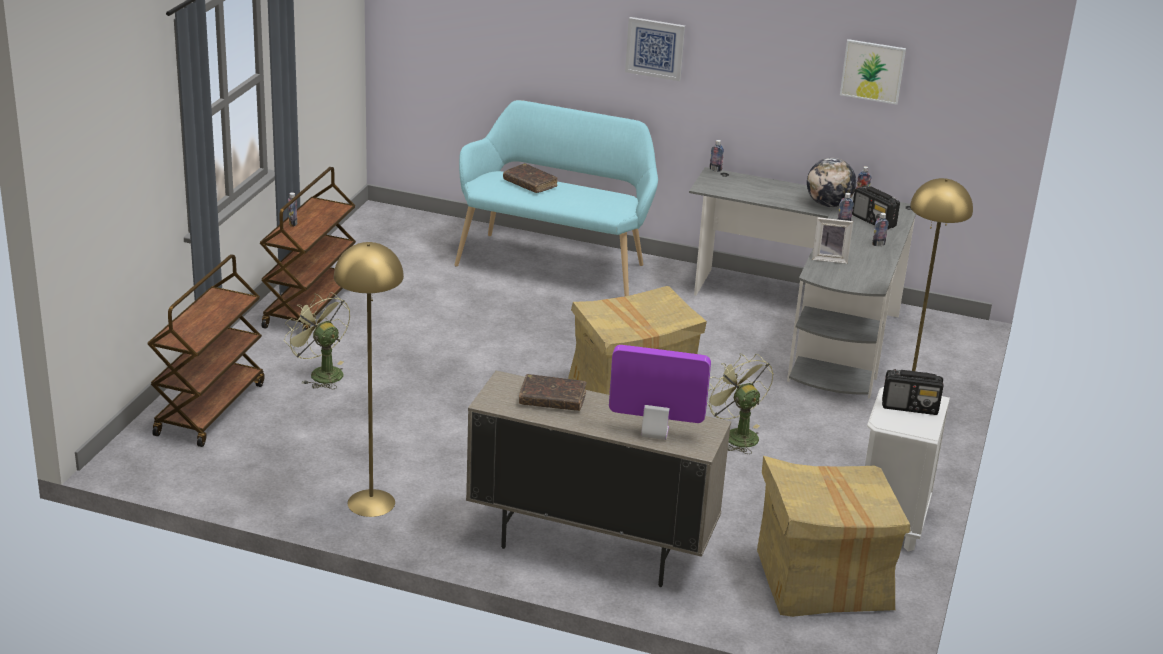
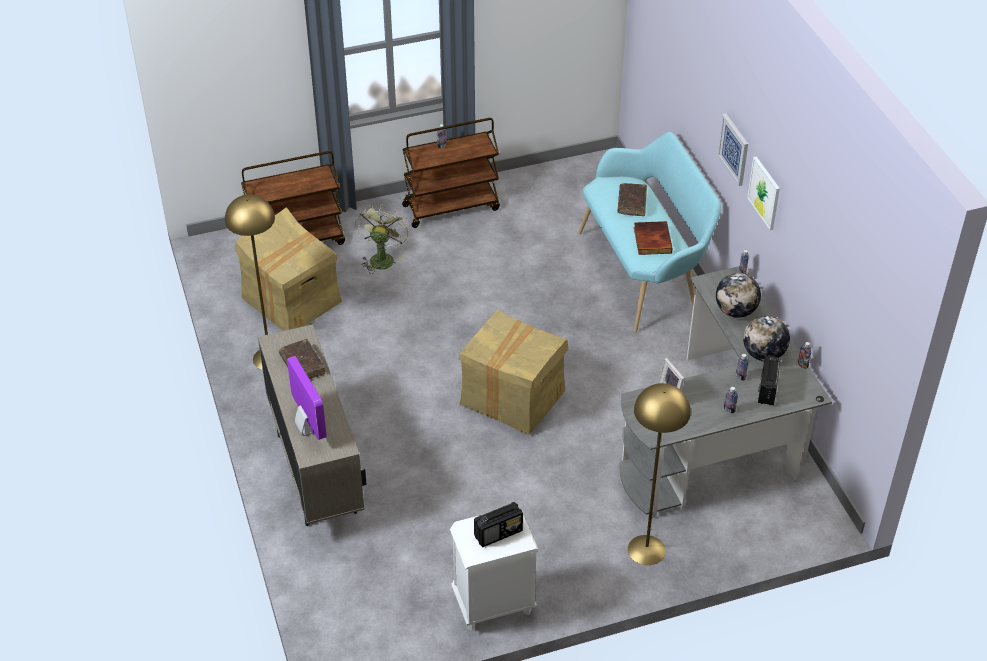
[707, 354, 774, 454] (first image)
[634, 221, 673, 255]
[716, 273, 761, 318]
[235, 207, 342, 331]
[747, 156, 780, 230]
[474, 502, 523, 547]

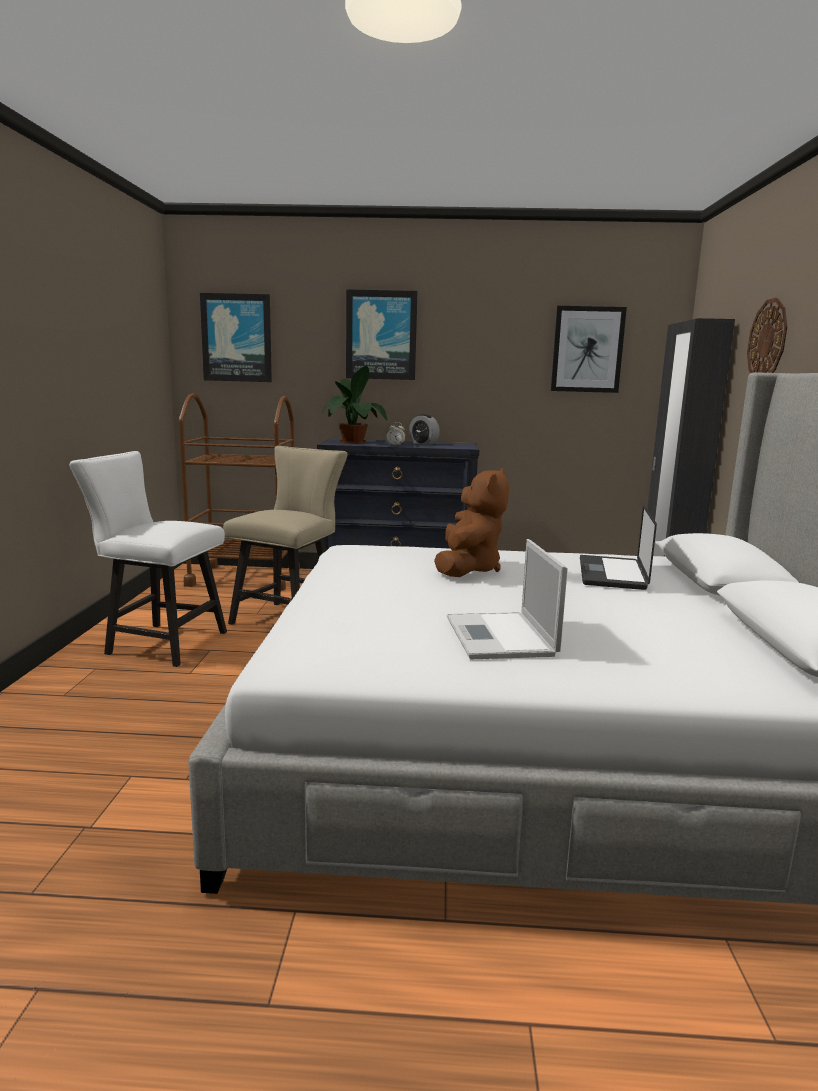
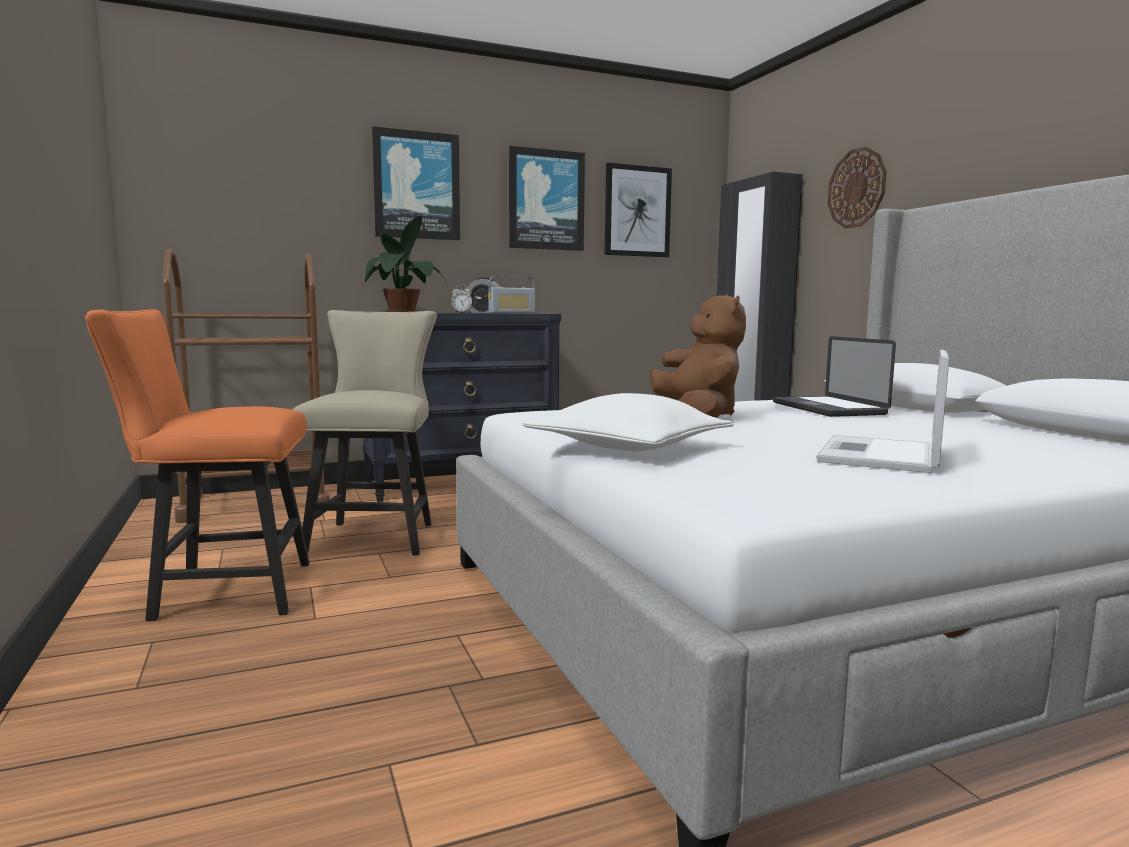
[488, 276, 535, 313]
[522, 393, 734, 451]
[509, 146, 585, 251]
[85, 309, 310, 621]
[816, 350, 949, 473]

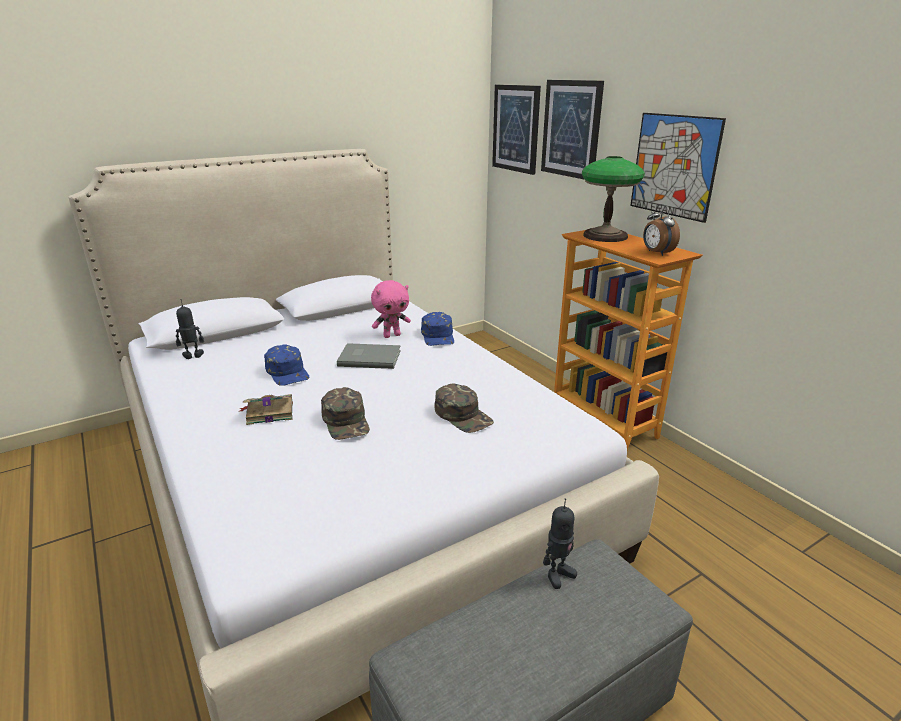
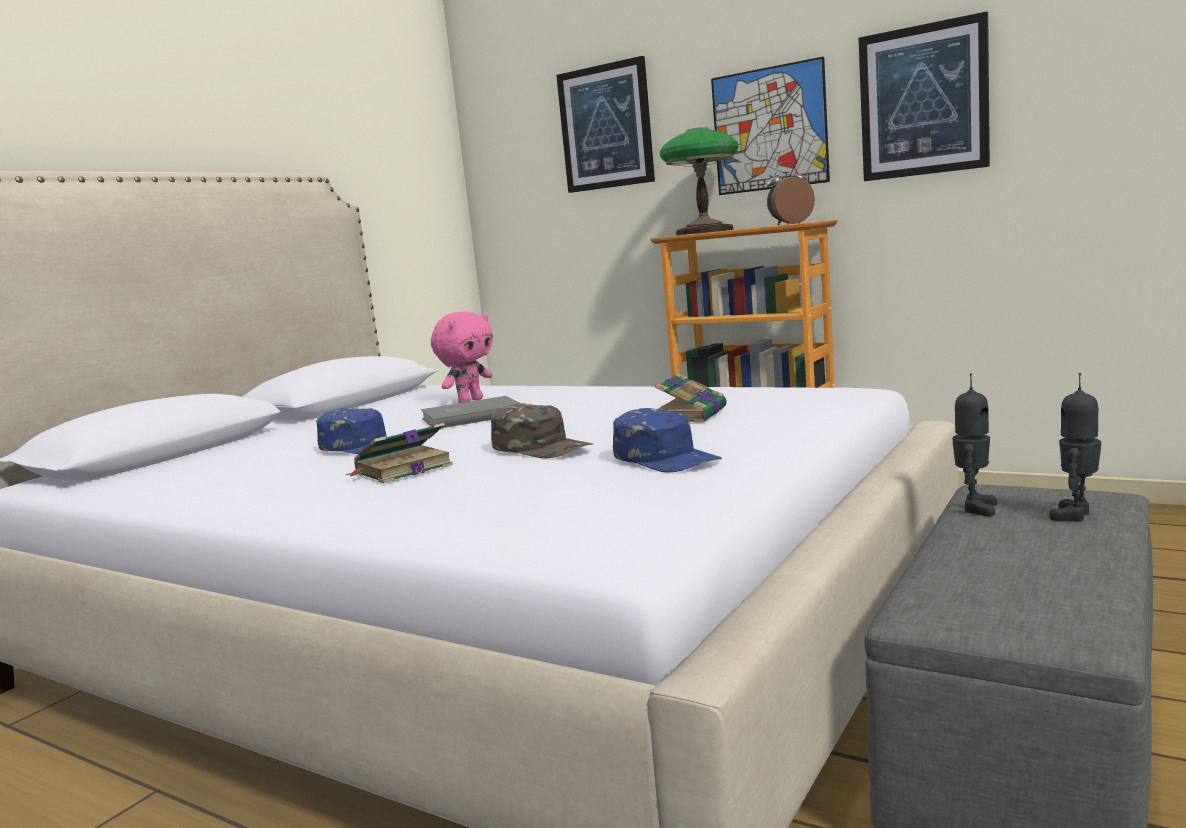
[1049, 373, 1101, 521]
[613, 408, 722, 473]
[858, 11, 990, 181]
[655, 373, 727, 422]
[767, 161, 815, 225]

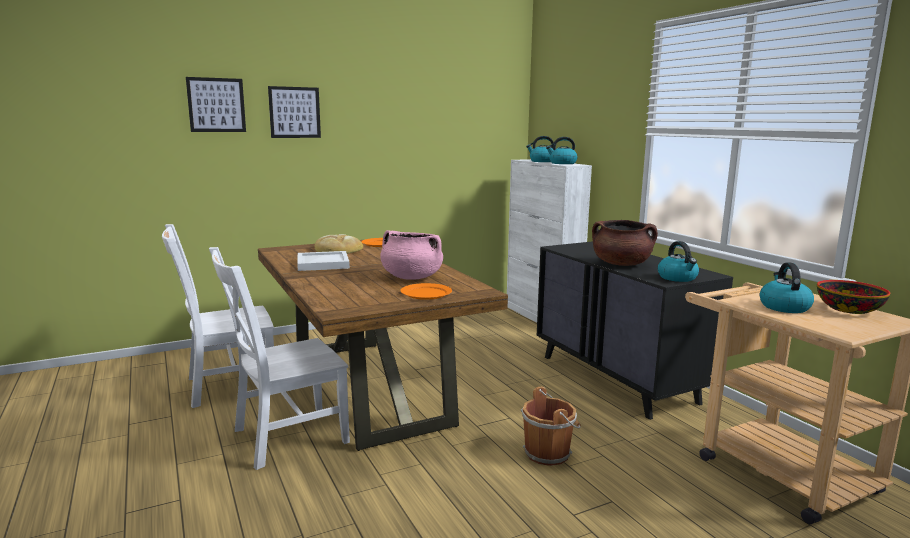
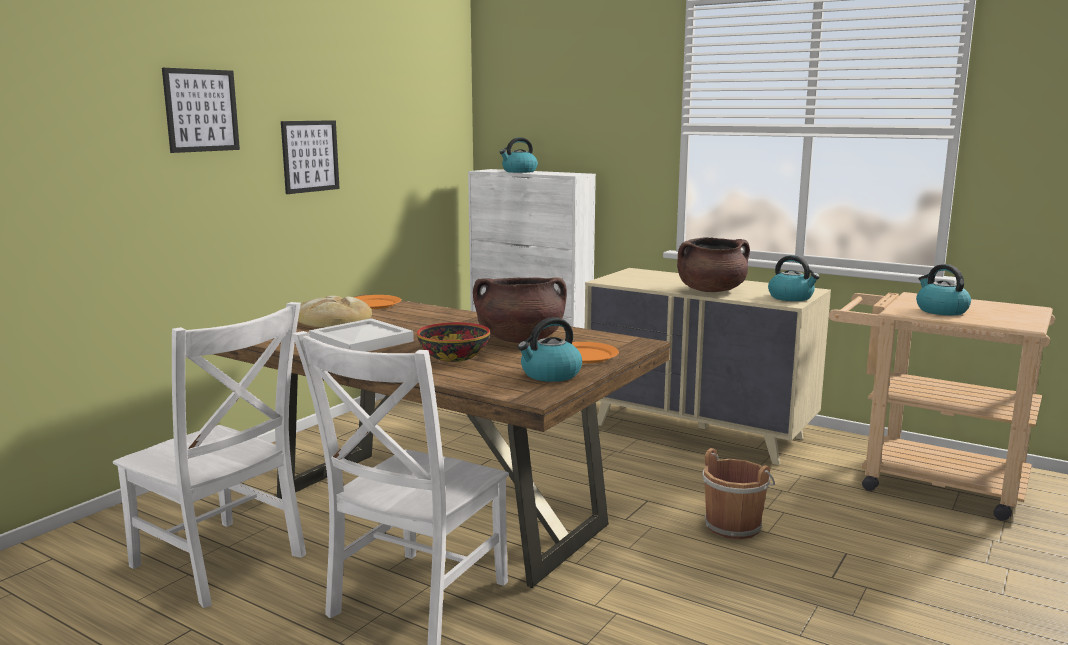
[281, 120, 340, 194]
[517, 317, 582, 382]
[417, 322, 490, 362]
[473, 277, 567, 343]
[585, 268, 831, 465]
[113, 302, 306, 608]

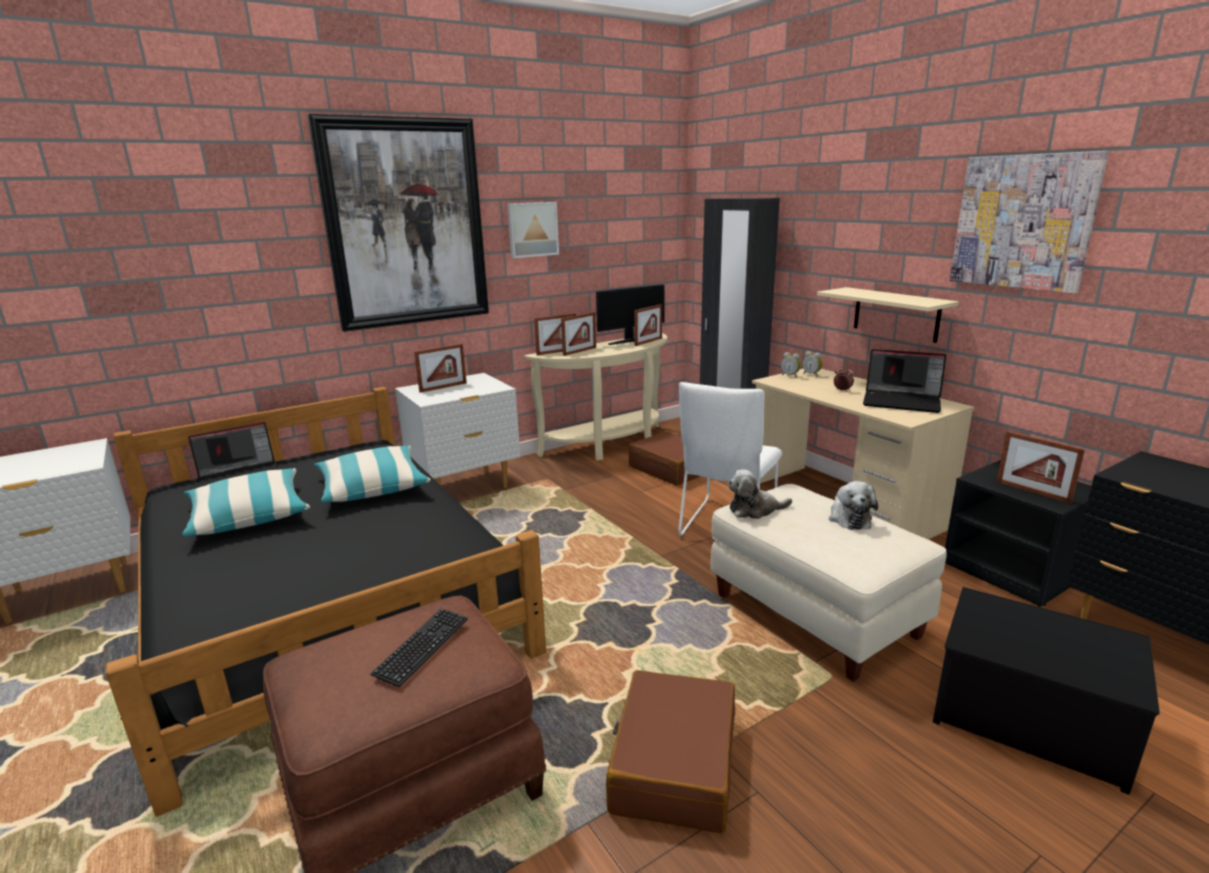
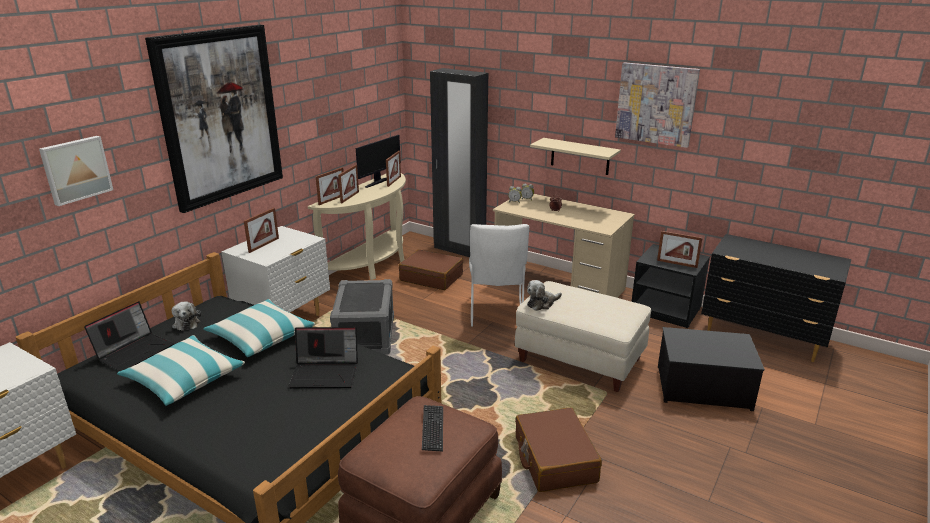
[330, 279, 394, 355]
[39, 136, 113, 206]
[172, 302, 201, 331]
[288, 327, 358, 388]

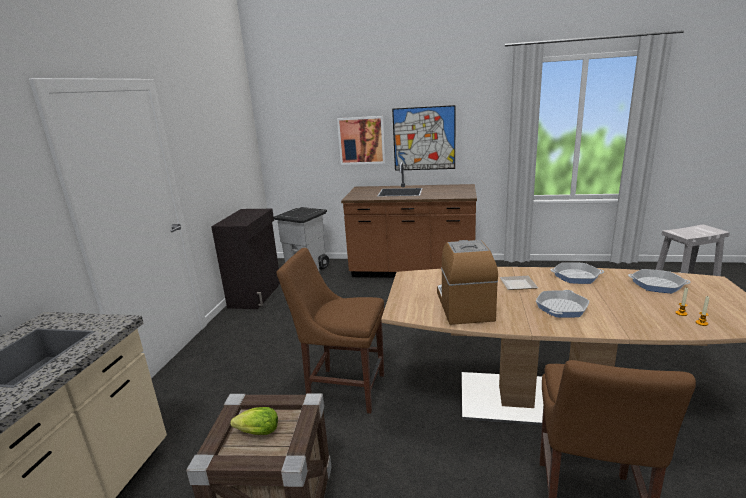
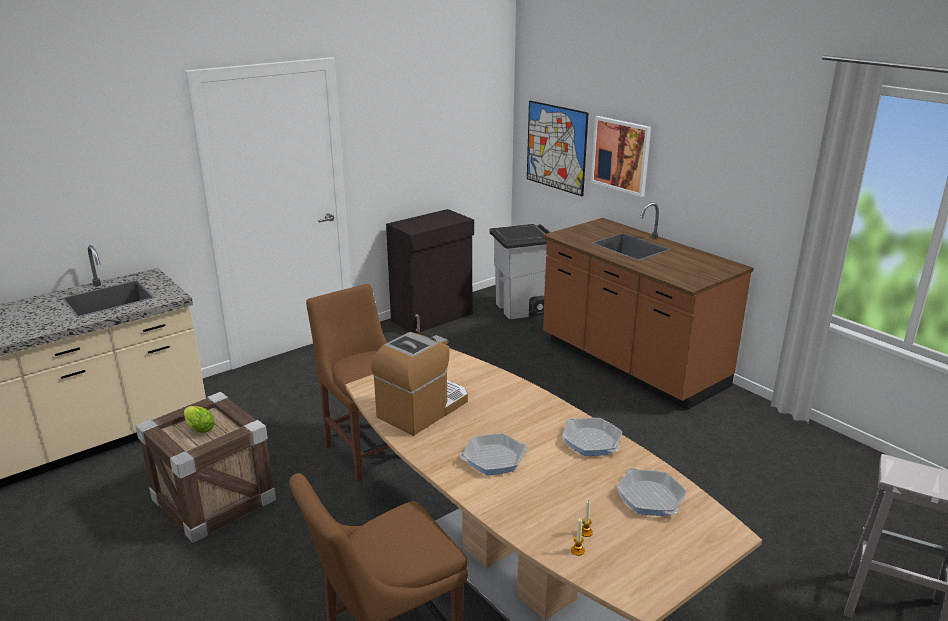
[500, 276, 538, 290] (first image)
[527, 101, 589, 197]

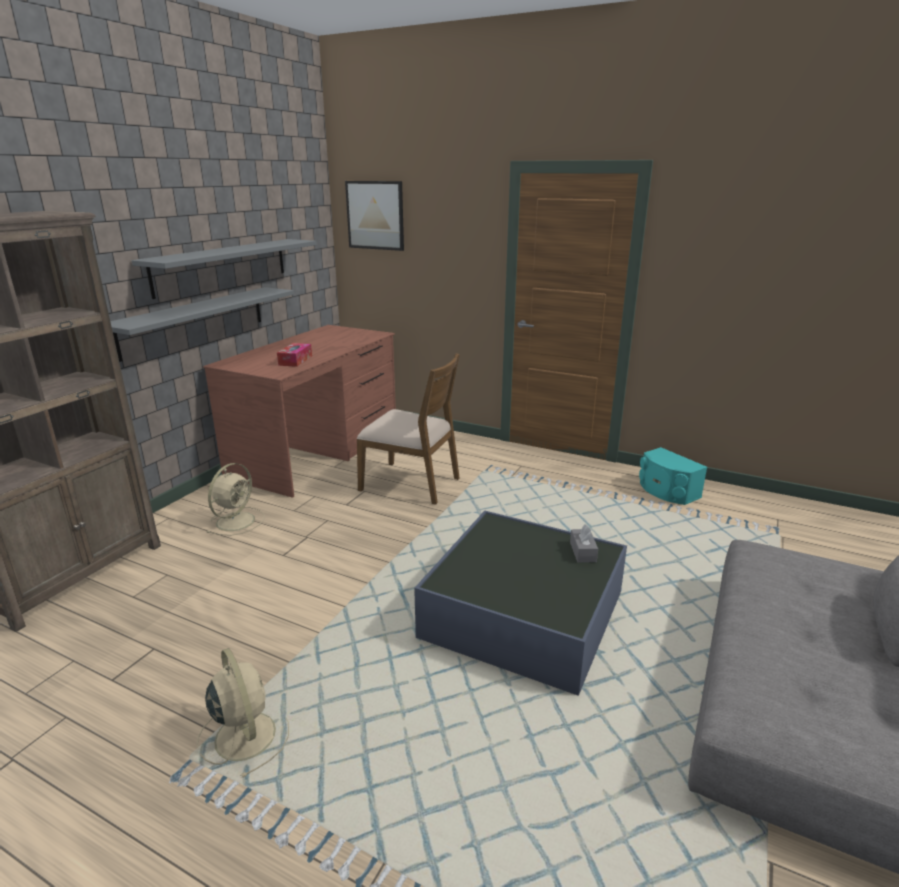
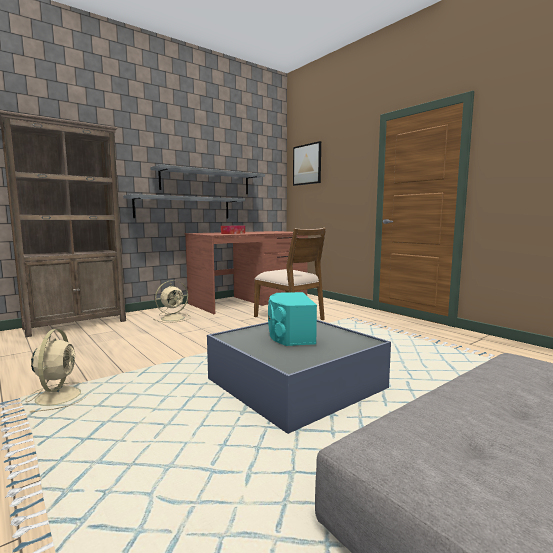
[570, 524, 598, 562] (first image)
[268, 292, 317, 346]

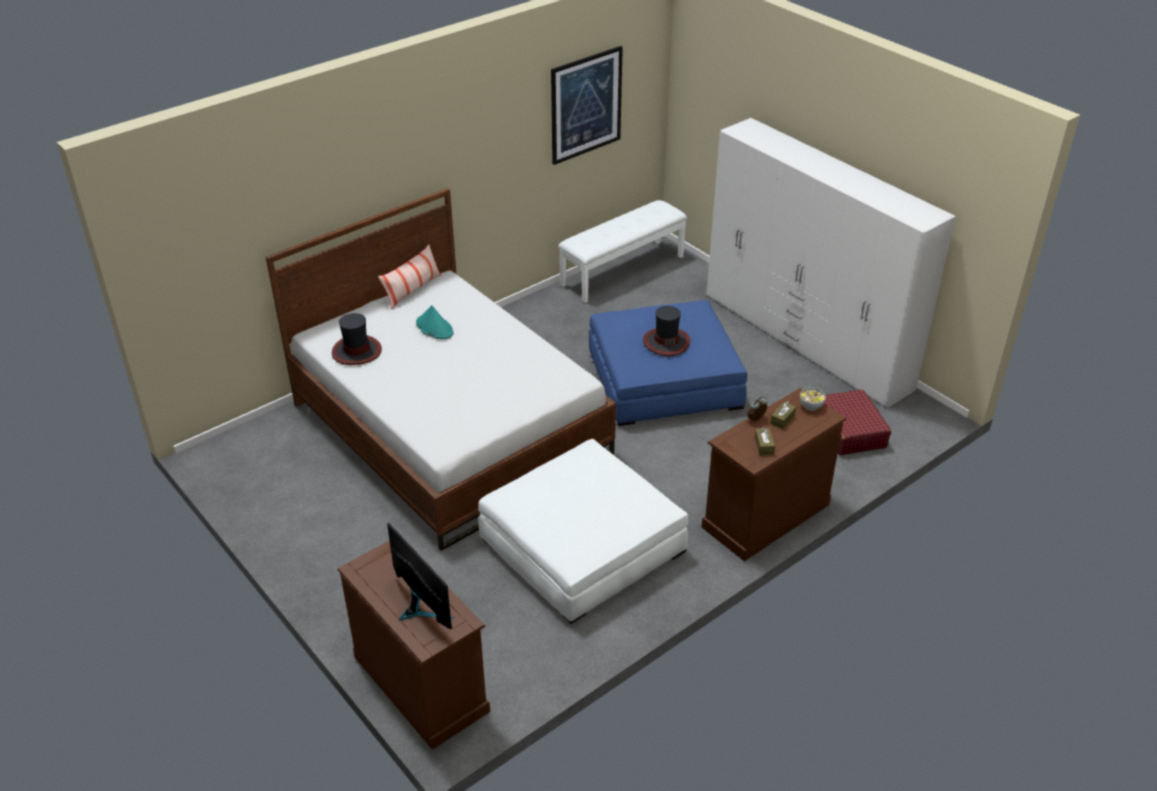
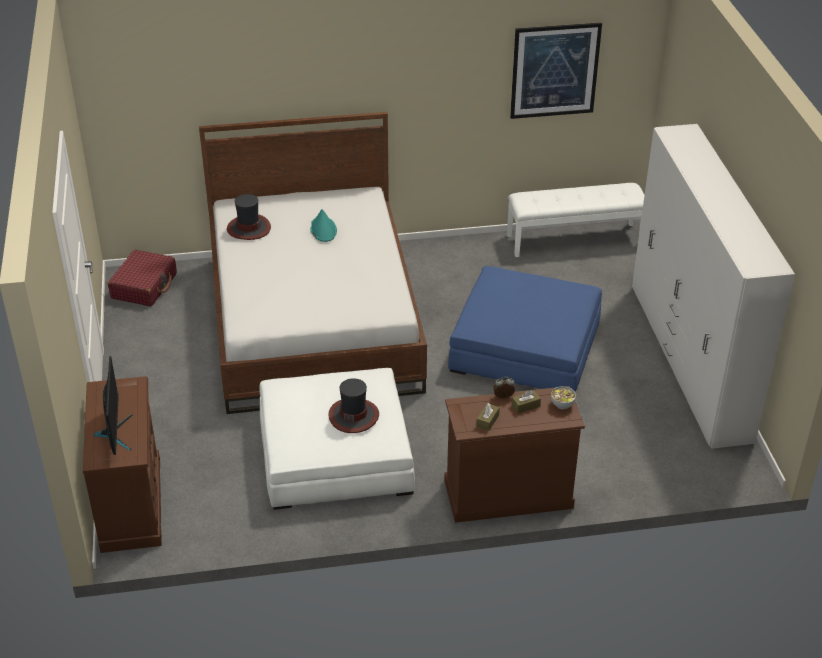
[378, 244, 441, 310] (first image)
[328, 378, 379, 433]
[108, 250, 177, 307]

